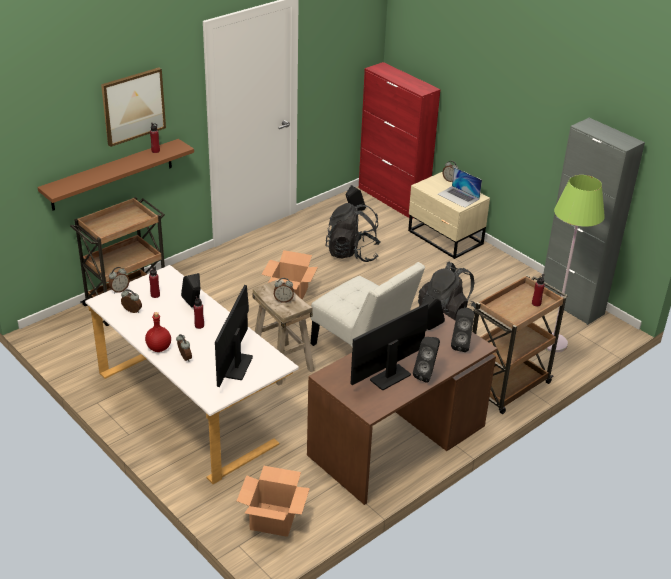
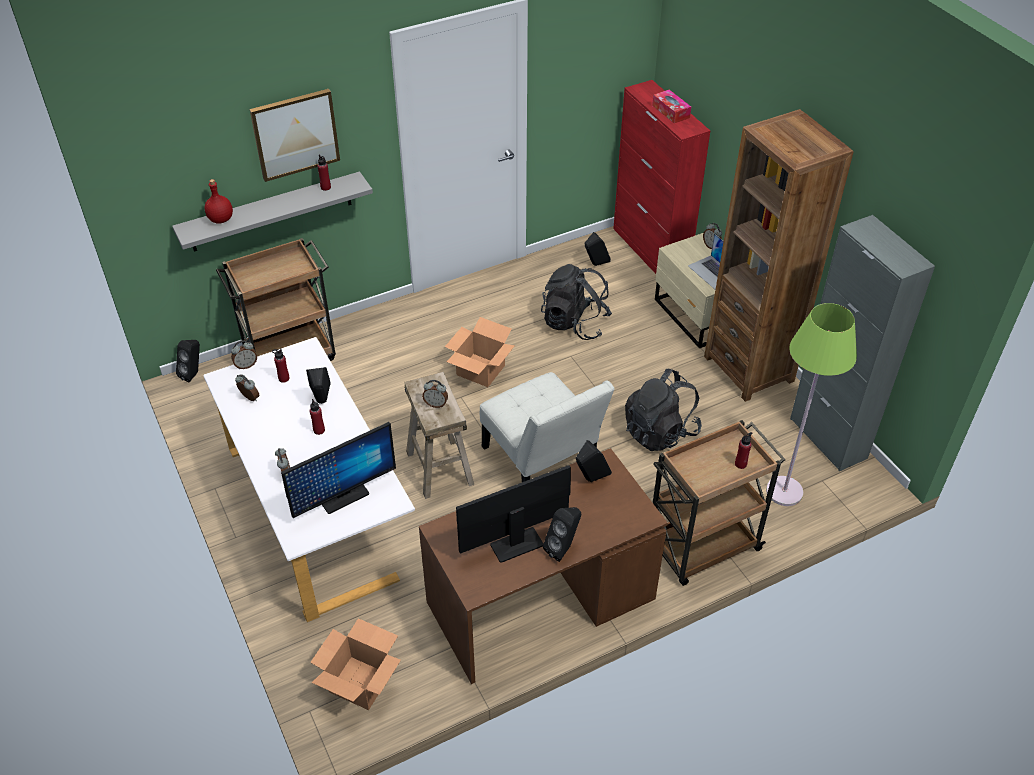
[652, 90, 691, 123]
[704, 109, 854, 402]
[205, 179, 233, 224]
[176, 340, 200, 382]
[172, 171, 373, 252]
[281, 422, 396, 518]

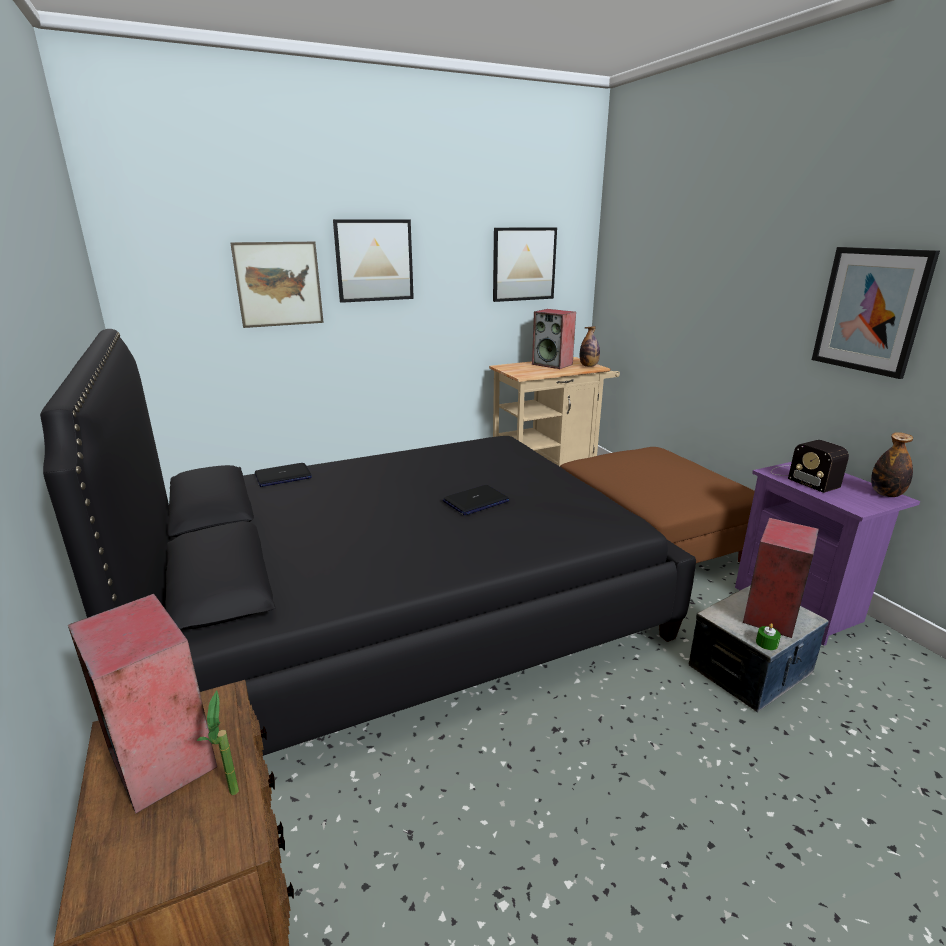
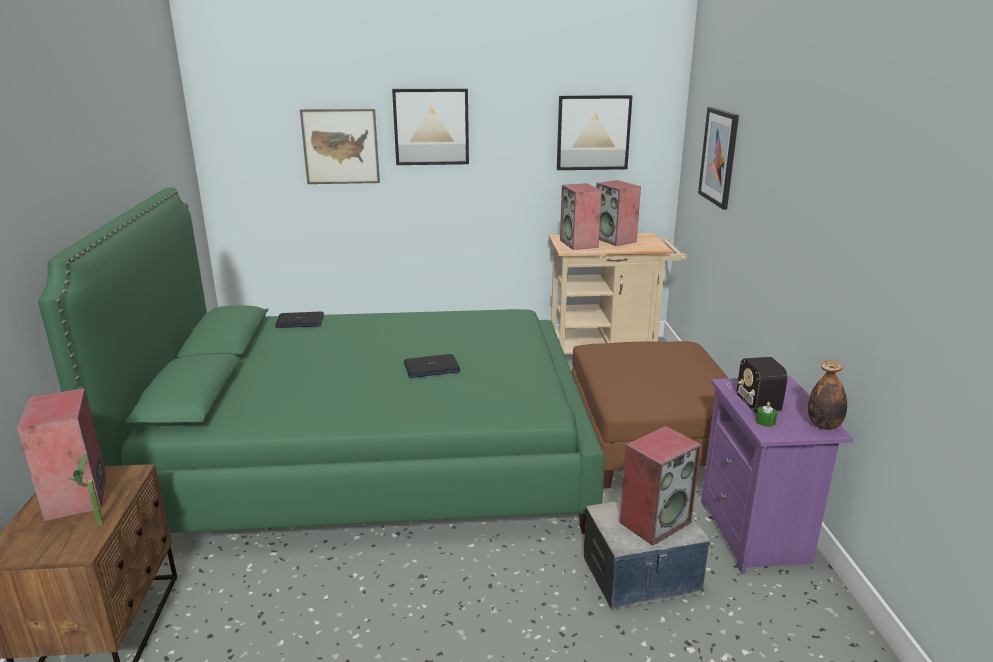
[580, 326, 600, 367] (first image)
[560, 183, 602, 250]
[756, 402, 778, 427]
[698, 107, 739, 209]
[38, 187, 605, 534]

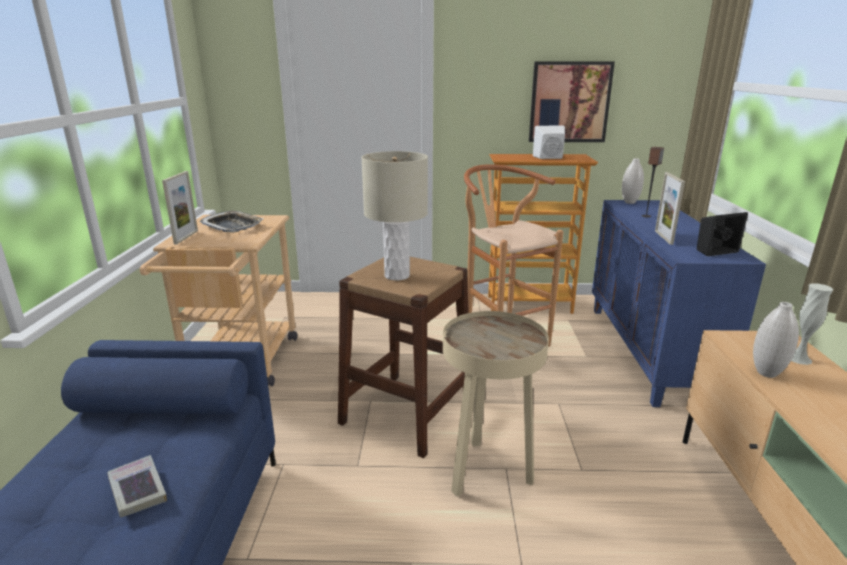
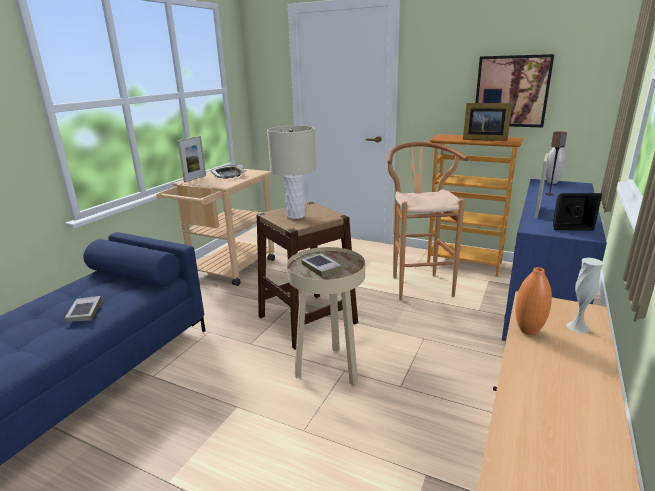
[301, 253, 343, 277]
[463, 103, 512, 141]
[515, 267, 552, 335]

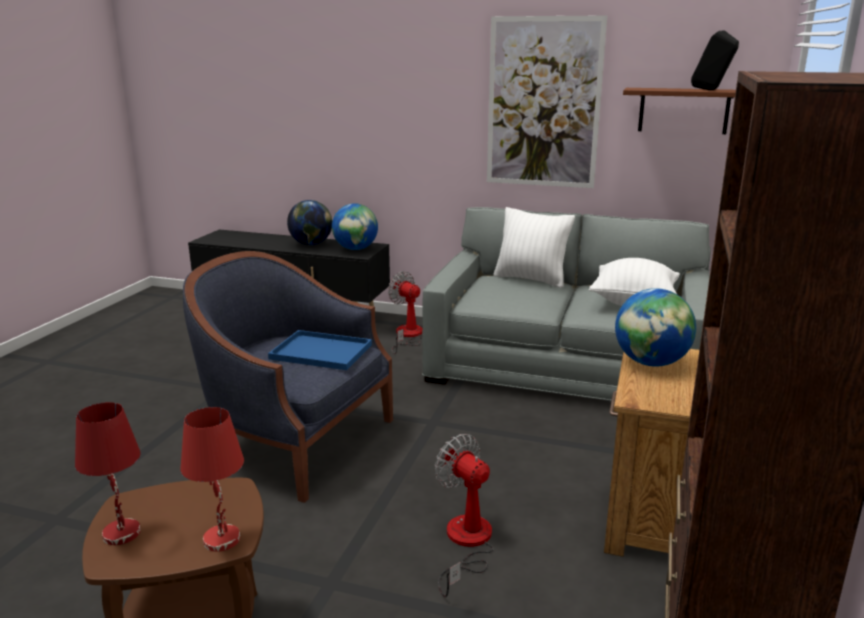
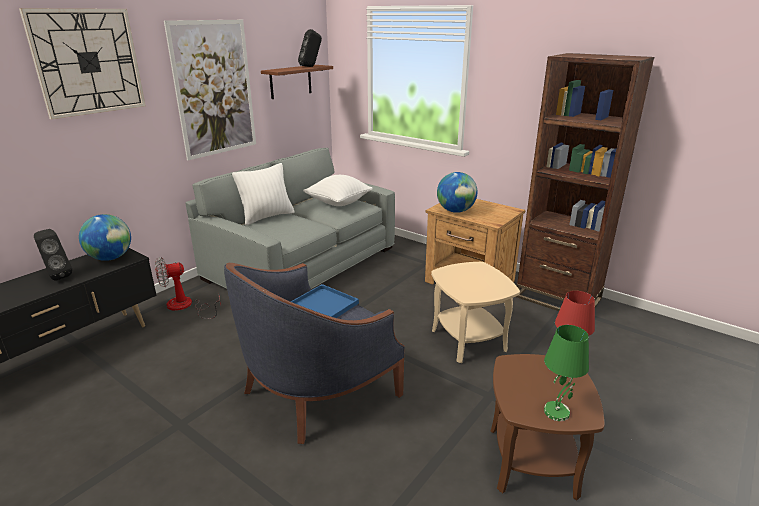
[19, 8, 146, 119]
[34, 229, 72, 281]
[431, 262, 520, 363]
[544, 325, 589, 421]

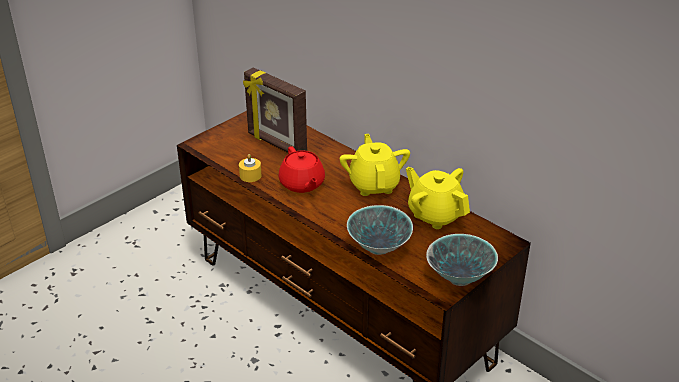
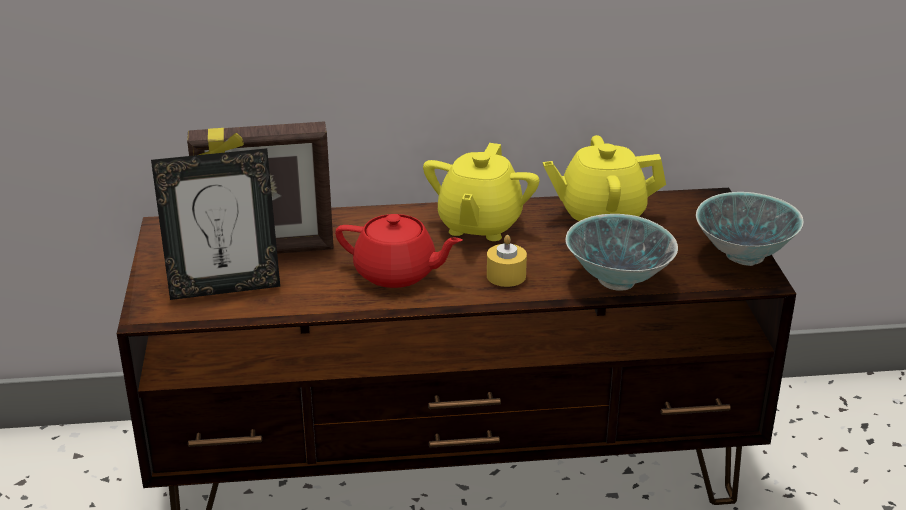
[151, 148, 280, 300]
[487, 235, 527, 287]
[423, 143, 540, 241]

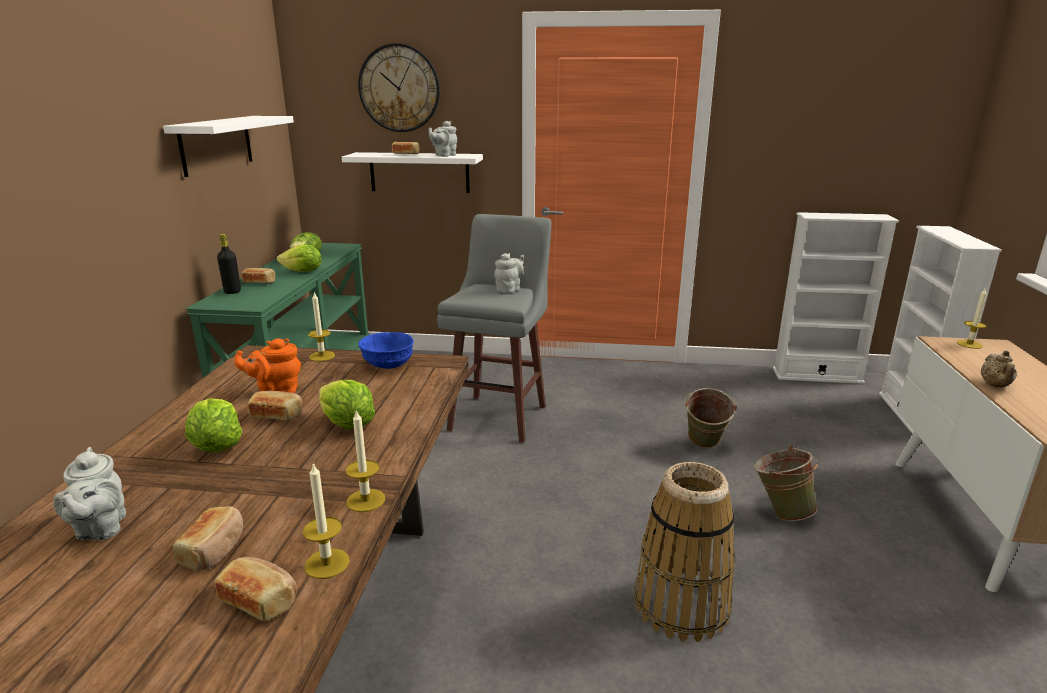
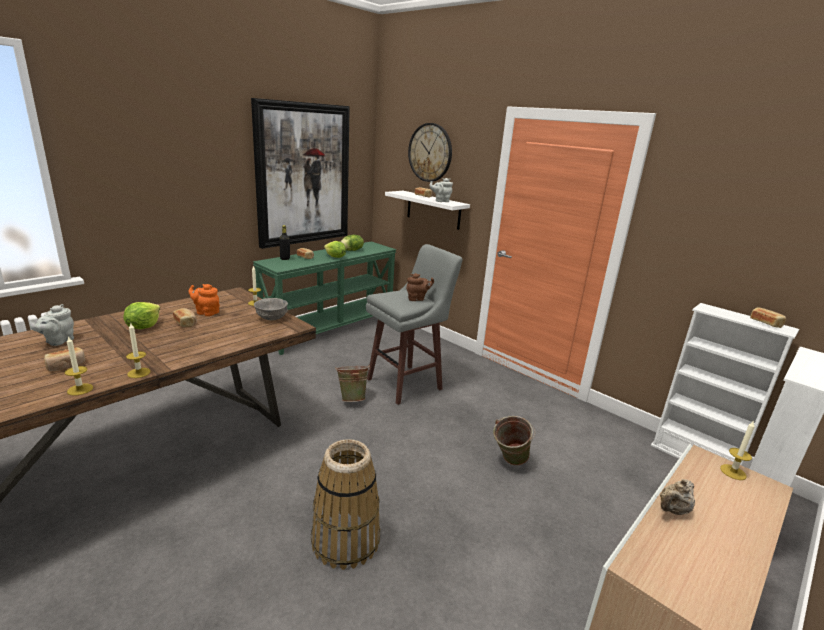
[319, 380, 375, 430] (first image)
[750, 307, 786, 328]
[335, 365, 370, 402]
[251, 98, 350, 249]
[254, 298, 288, 320]
[406, 274, 434, 301]

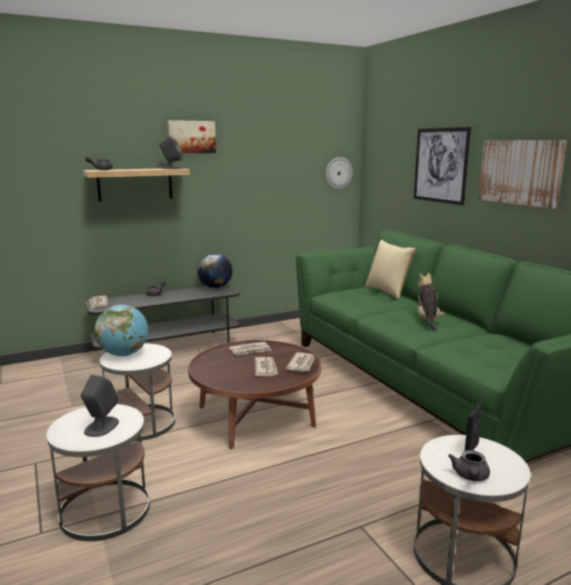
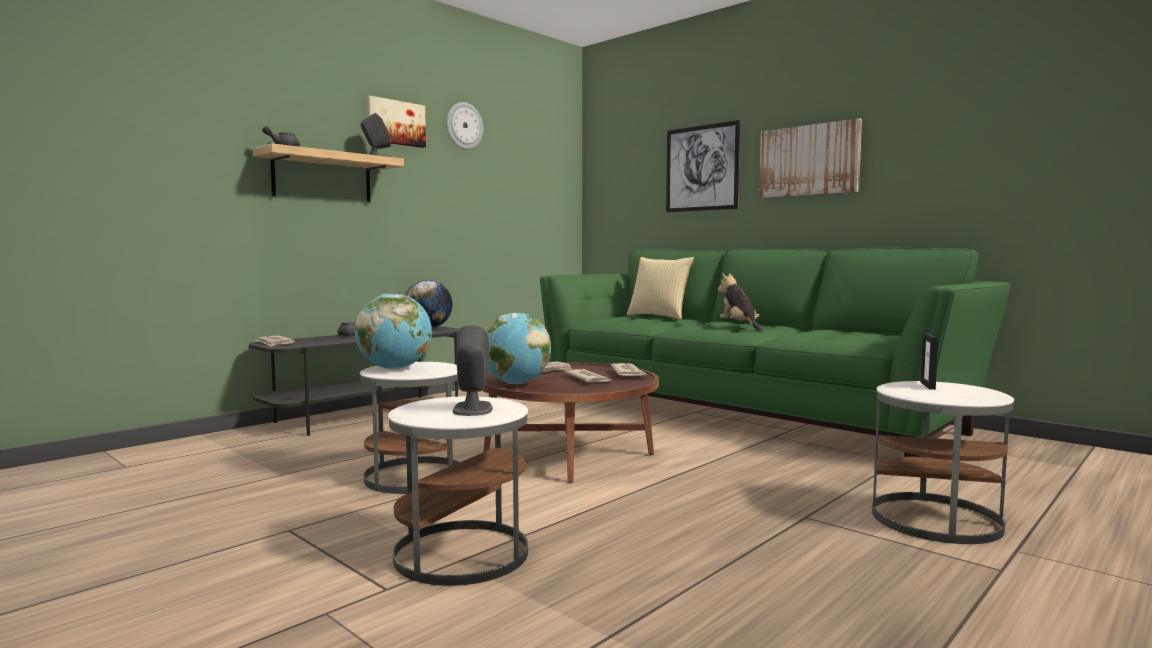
[448, 450, 490, 481] (first image)
[486, 313, 551, 384]
[446, 102, 483, 150]

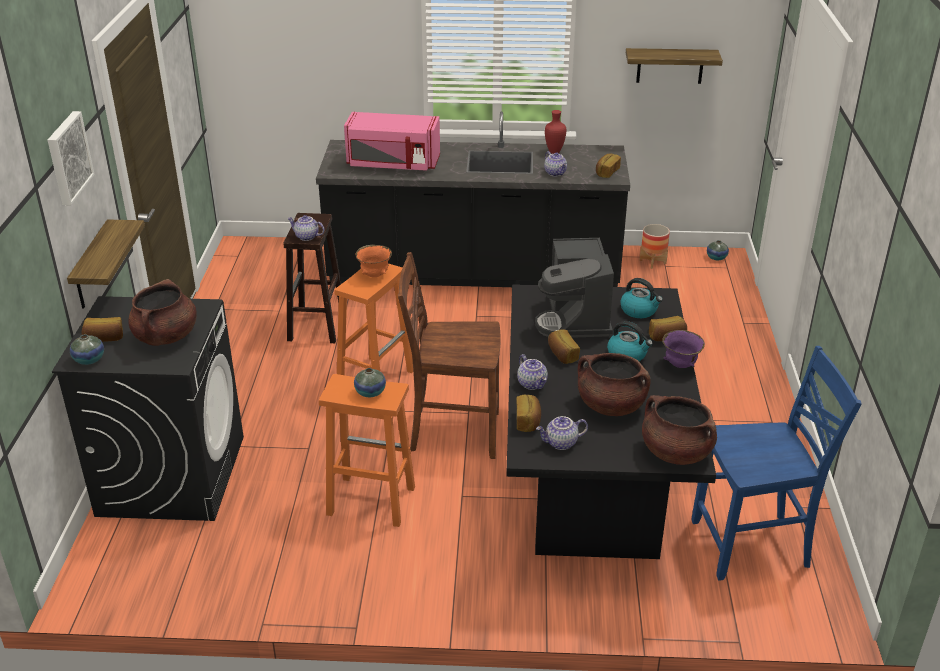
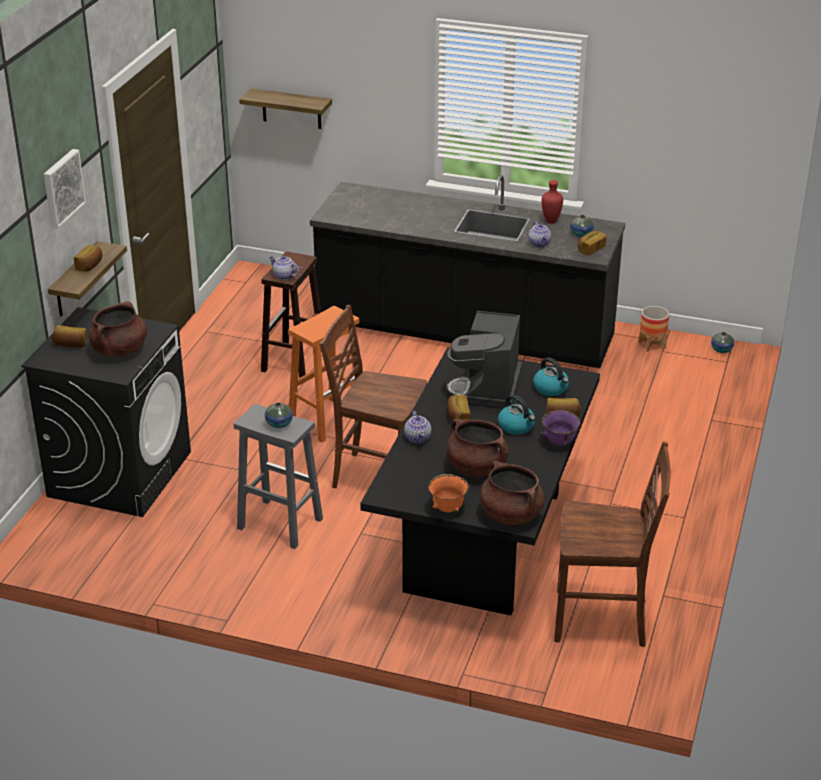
[344, 112, 440, 171] (first image)
[536, 416, 588, 450] (first image)
[570, 215, 594, 237]
[428, 474, 469, 512]
[74, 245, 102, 272]
[239, 88, 332, 129]
[234, 404, 323, 549]
[554, 442, 671, 647]

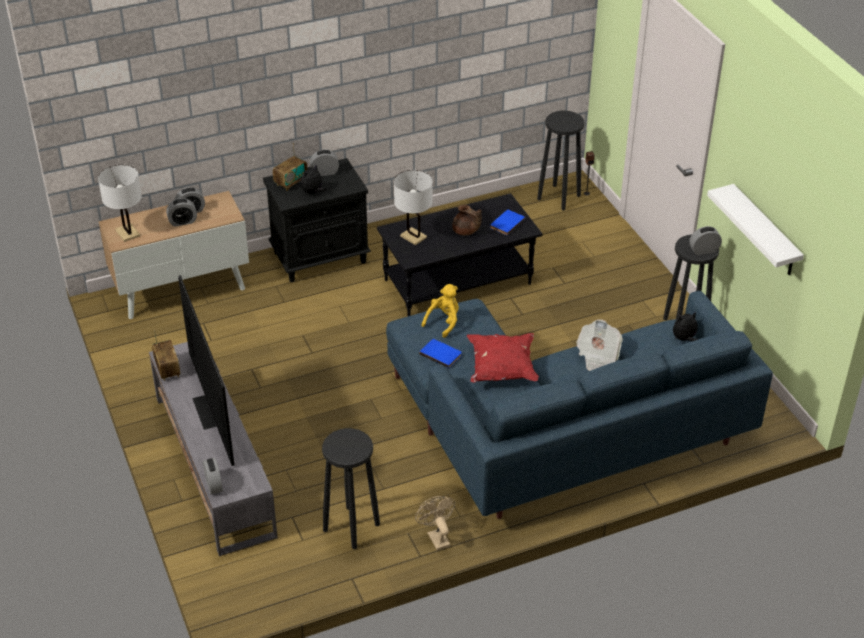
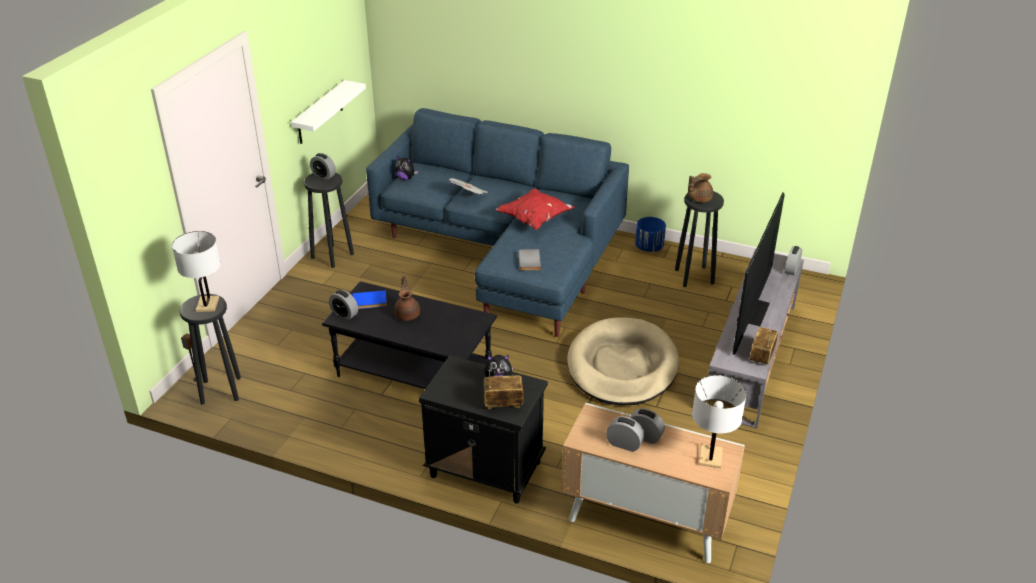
[419, 339, 462, 368] (first image)
[567, 317, 679, 406]
[688, 173, 713, 202]
[329, 290, 358, 320]
[172, 231, 221, 312]
[635, 217, 666, 252]
[519, 249, 541, 270]

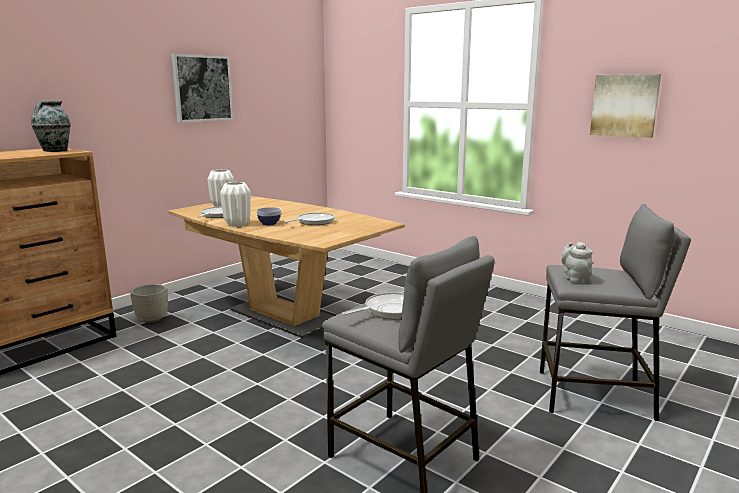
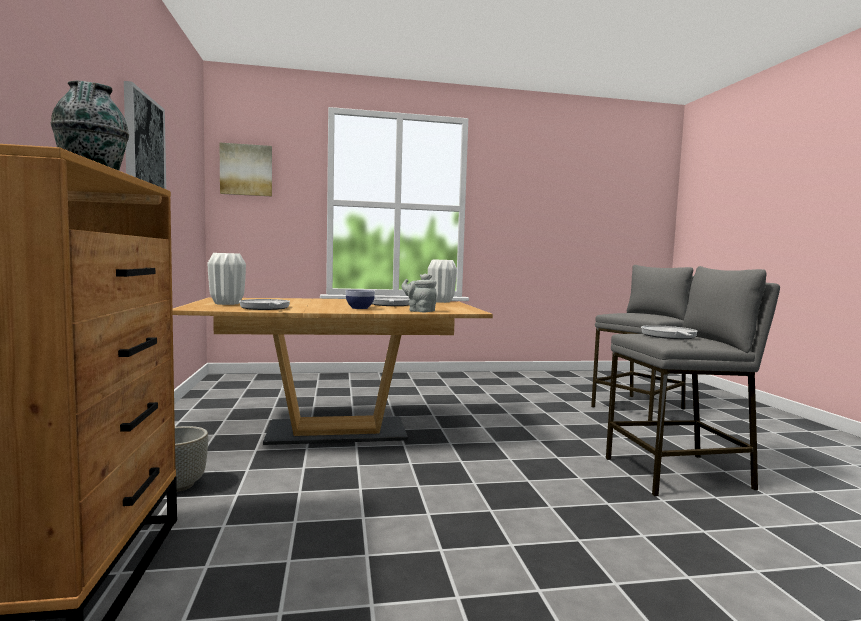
[428, 259, 457, 303]
[401, 274, 437, 312]
[220, 143, 272, 196]

